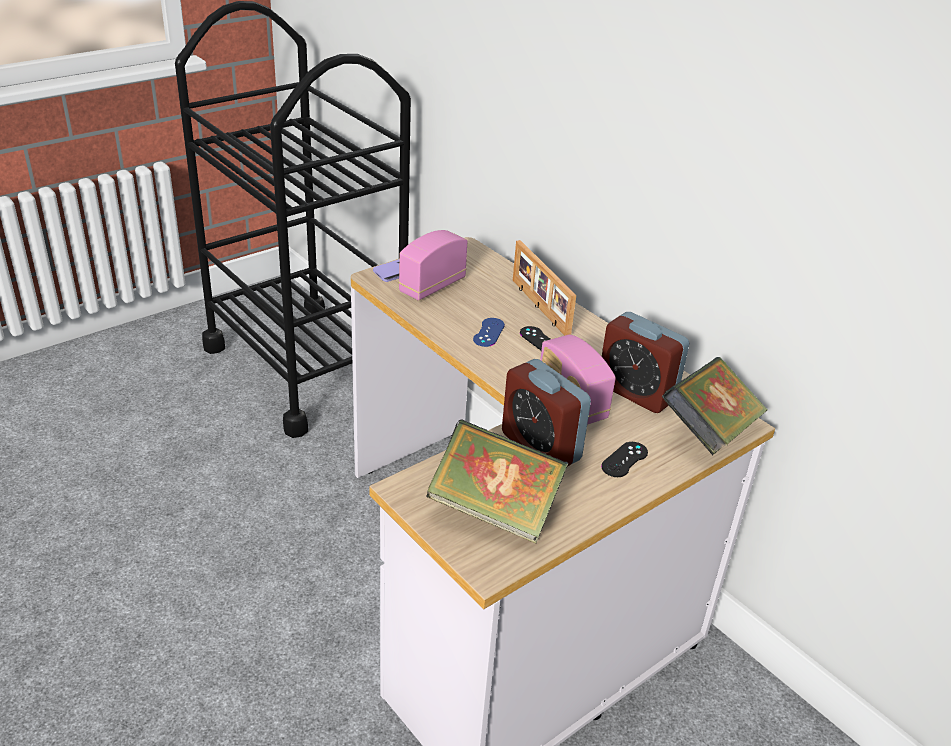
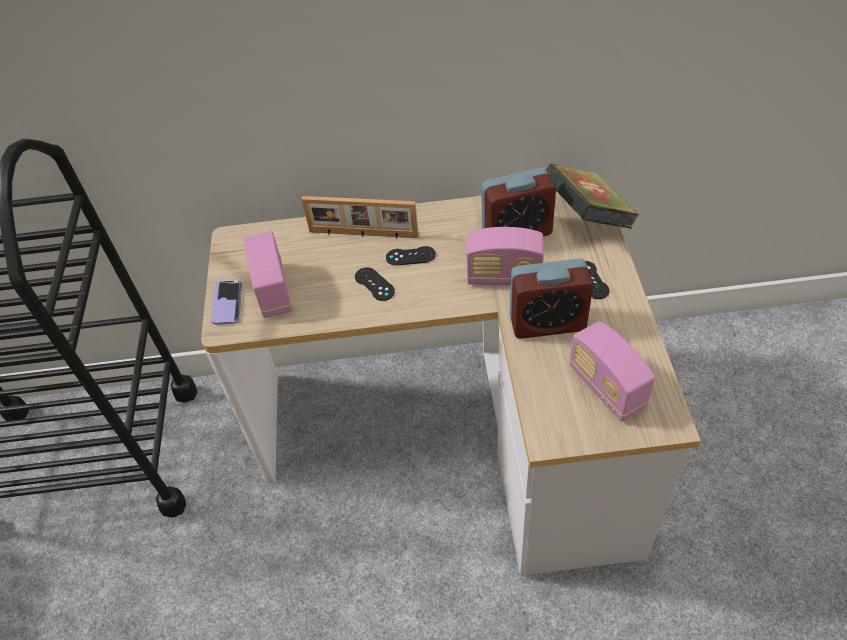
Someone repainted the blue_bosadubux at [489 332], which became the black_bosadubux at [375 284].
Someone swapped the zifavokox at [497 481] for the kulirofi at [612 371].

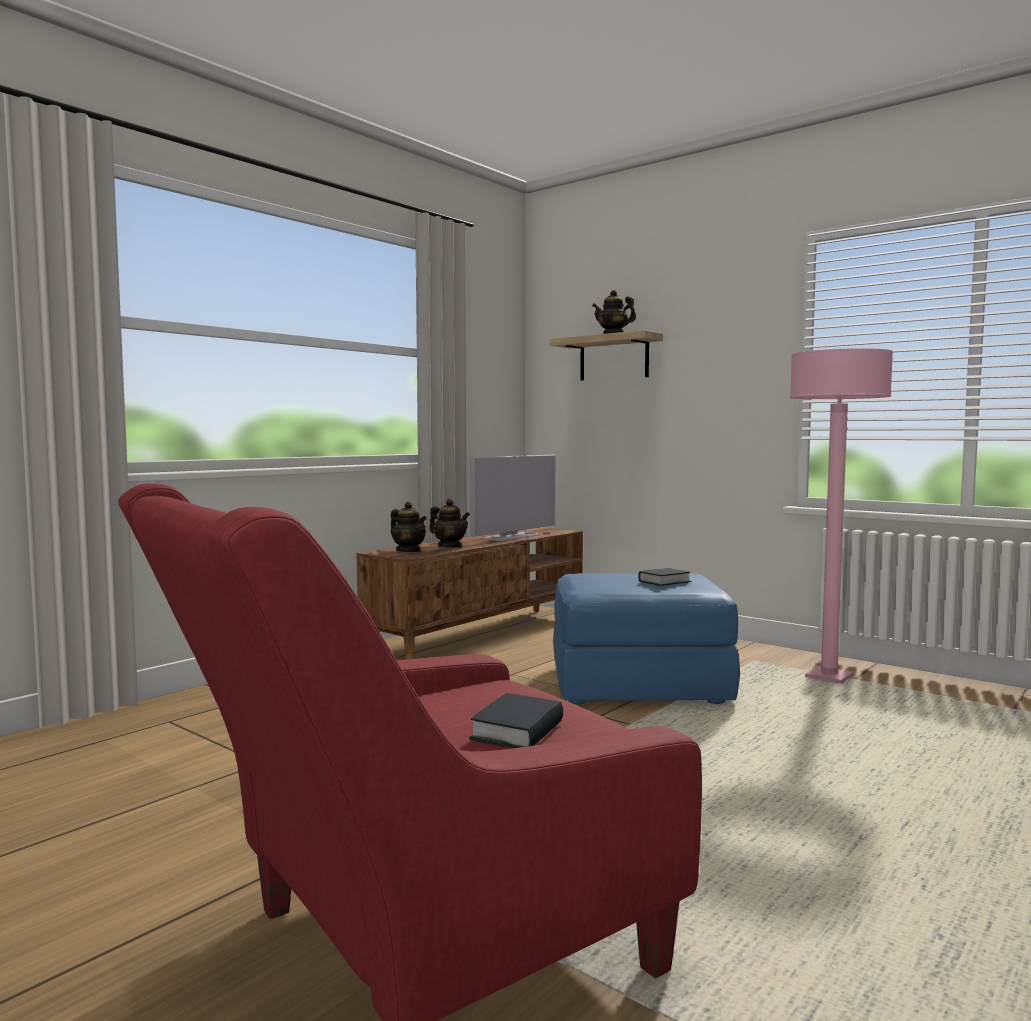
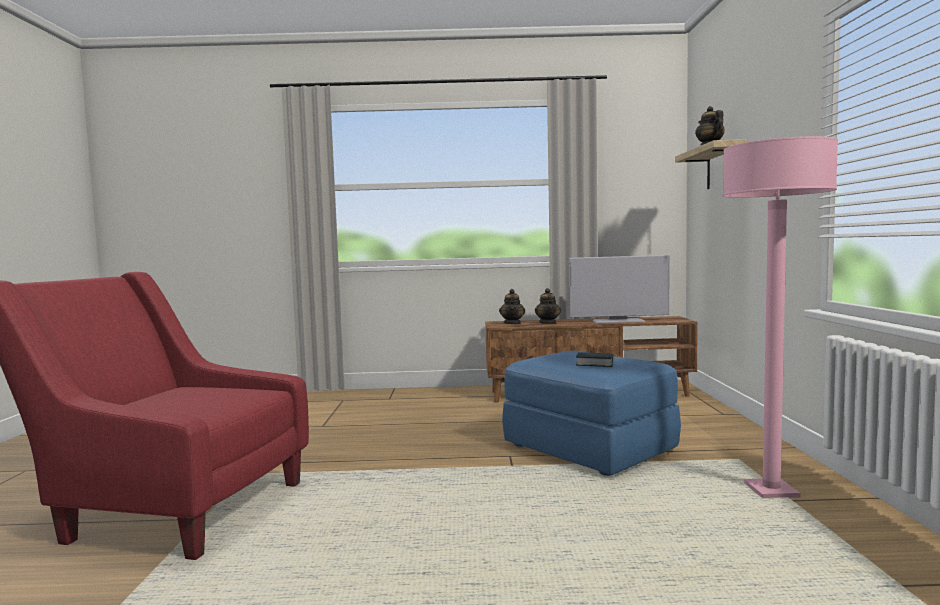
Someone took away the zifavokox at [516 720].

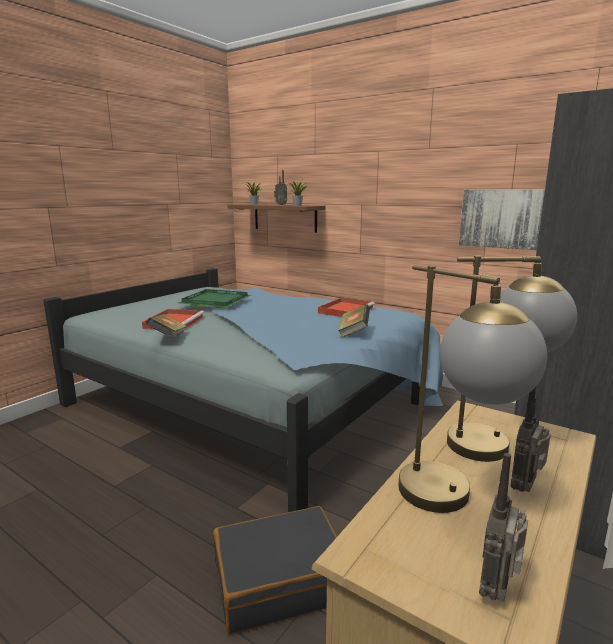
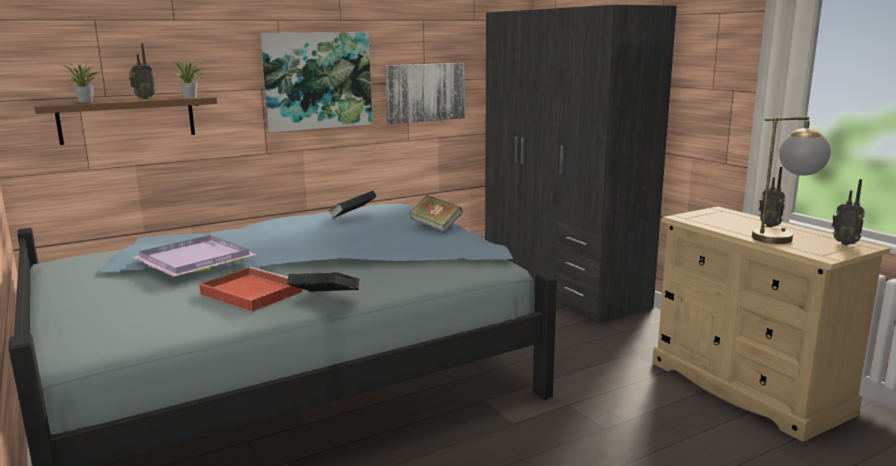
Someone took away the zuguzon at [512 358].
Someone repainted the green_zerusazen at [214 298], which became the purple_zerusazen at [195 256].
Someone swapped the red_zerusazen at [346 307] for the zifavokox at [352 205].
Someone took away the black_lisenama at [275 570].
Someone put up the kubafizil at [316 82].

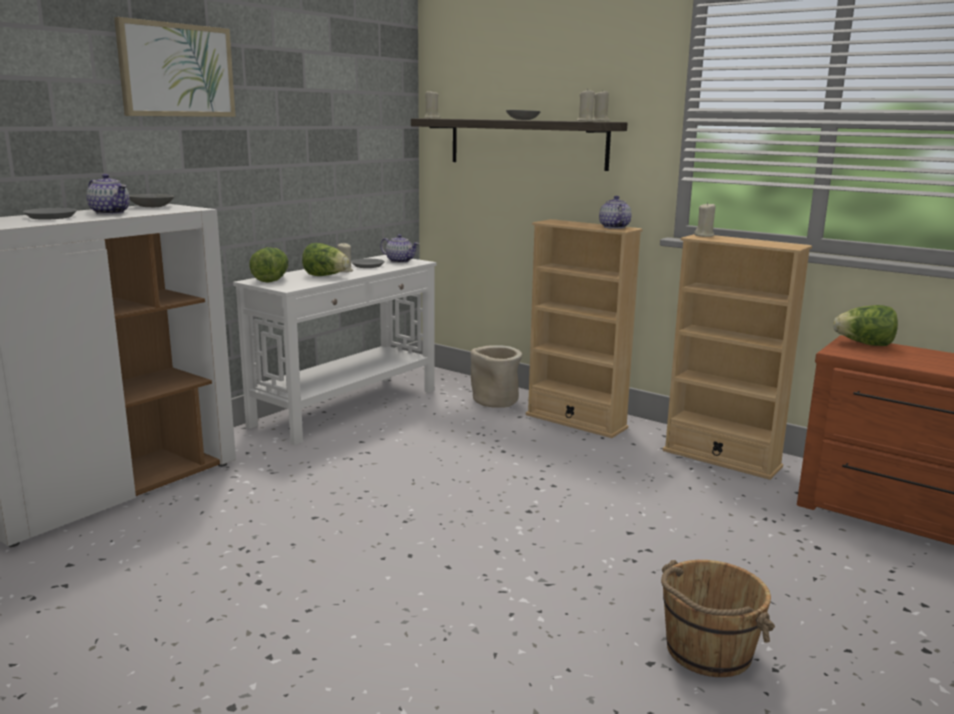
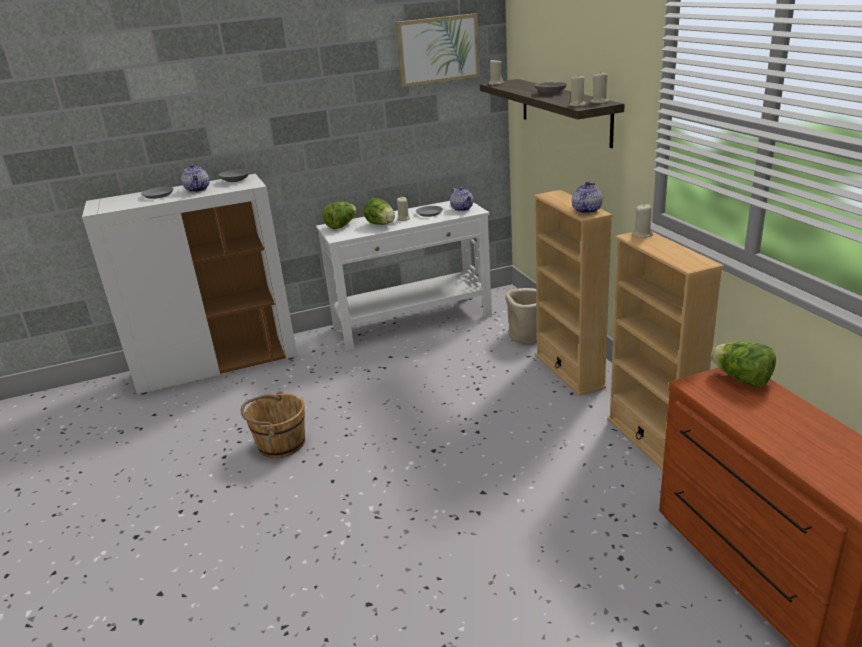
Someone carried the kubafizil from [175 67] to [437 50].
Someone carried the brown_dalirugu from [718 618] to [273 424].

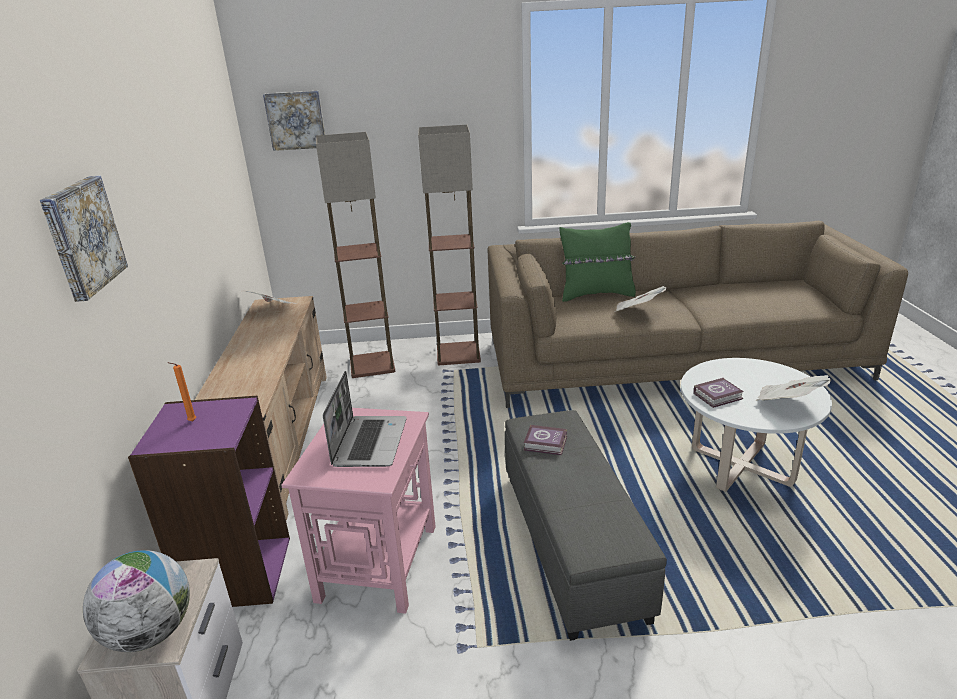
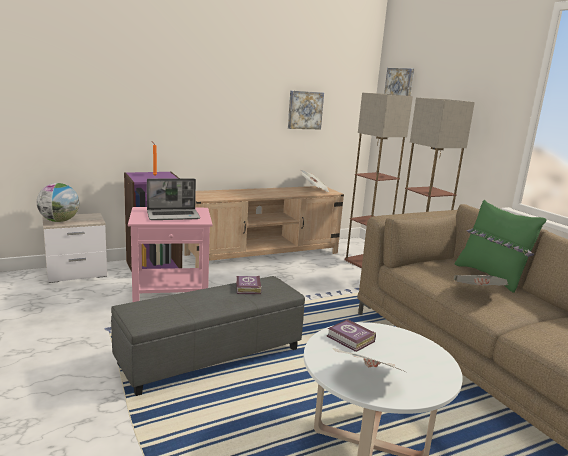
Someone carried the kubafizil from [84 239] to [306 110].

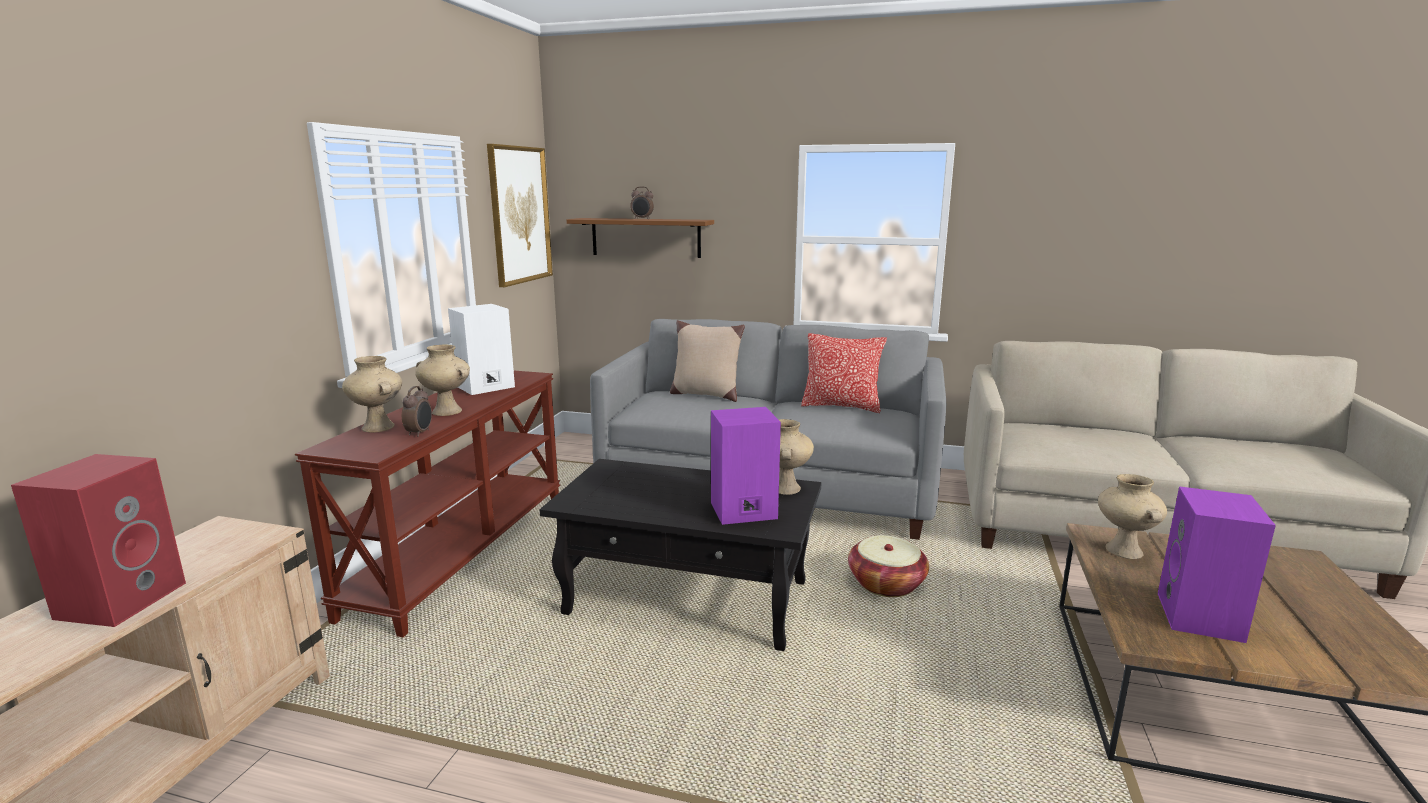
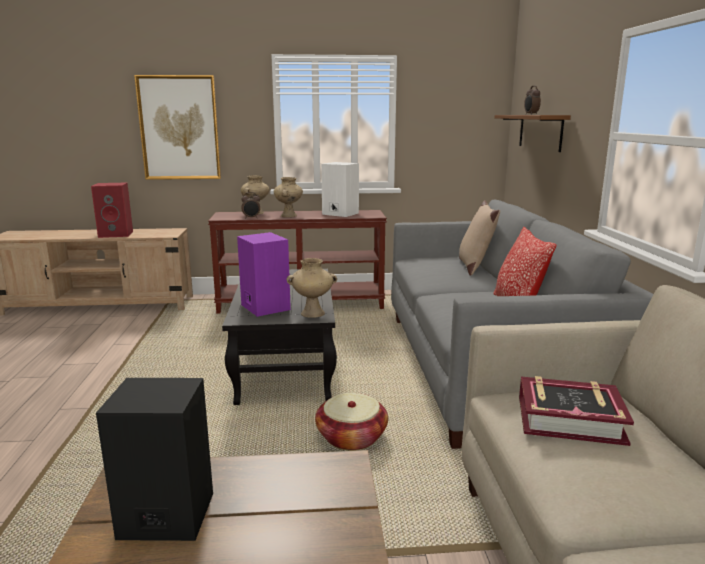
Someone carried the kubafizil from [520 215] to [177 127].
Someone took away the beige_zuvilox at [1132 516].
Someone repainted the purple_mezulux at [1217 564], which became the black_mezulux at [154 459].
Someone put down the zifavokox at [576 411].

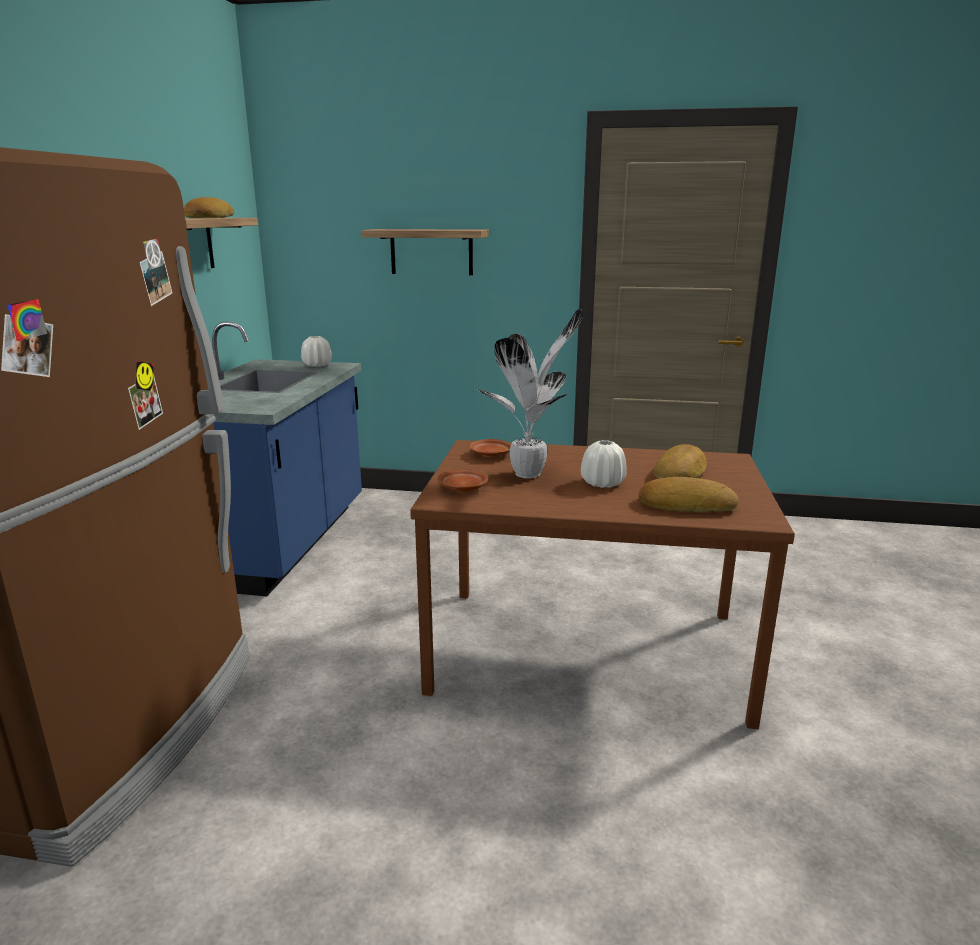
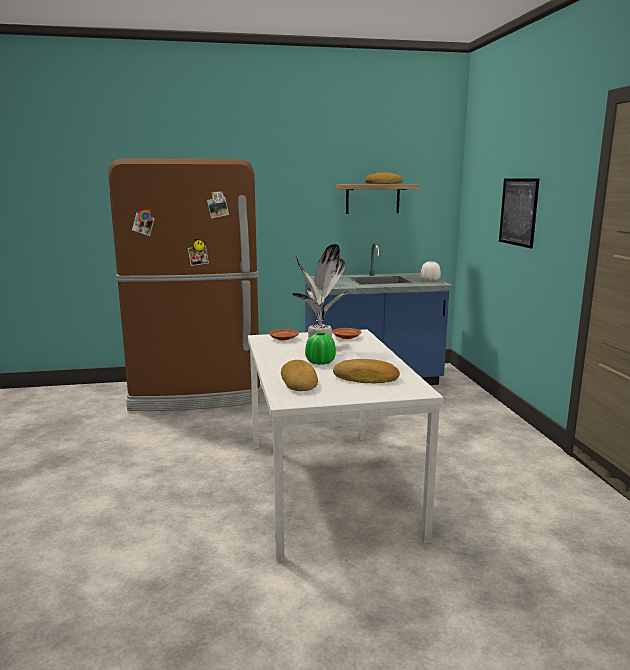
Someone swapped the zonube at [425 252] for the kubafizil at [519 214].
Someone repainted the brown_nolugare at [602 584], which became the white_nolugare at [345 445].
Someone repainted the white_zuvilox at [604 464], which became the green_zuvilox at [320 349].

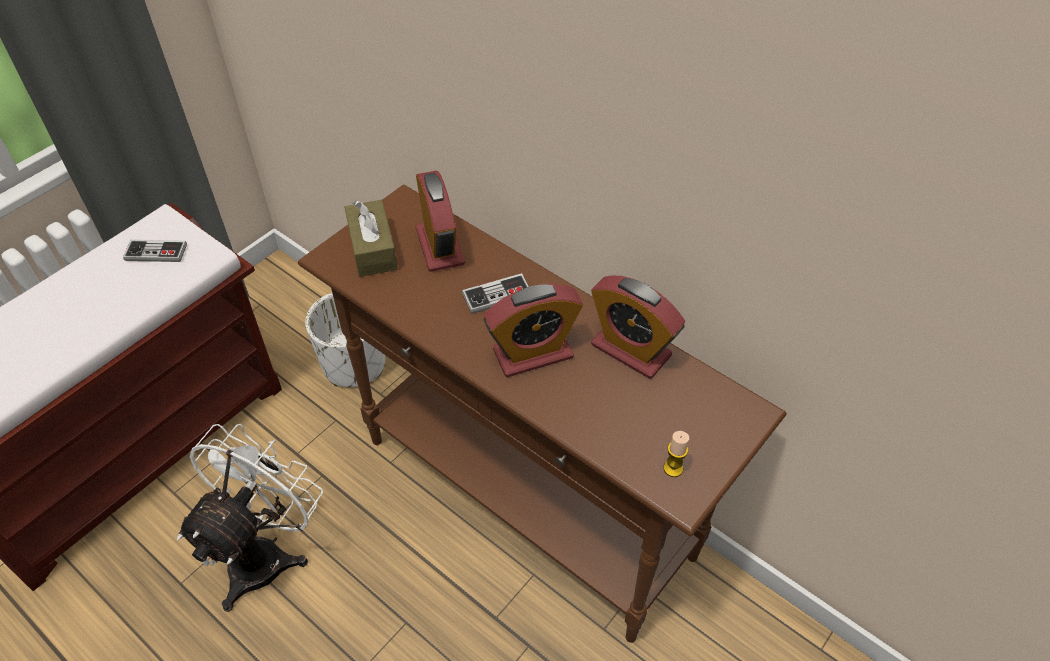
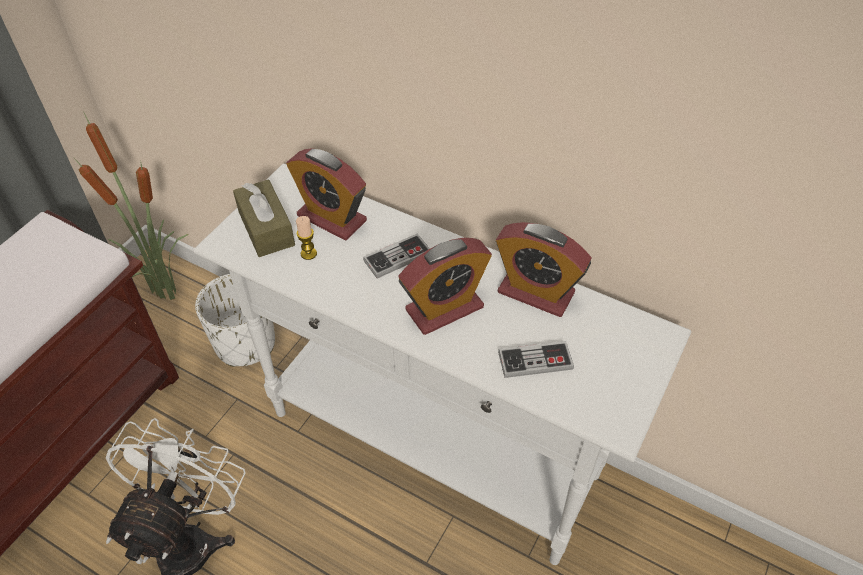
Someone rotated the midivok at [440 221] by 150 degrees clockwise.
Someone repainted the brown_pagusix at [542 414], which became the white_pagusix at [442 364].
Someone carried the bosadubux from [155 251] to [536 359].
Someone carried the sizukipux from [676 454] to [306 238].
Someone put down the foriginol at [131 206].

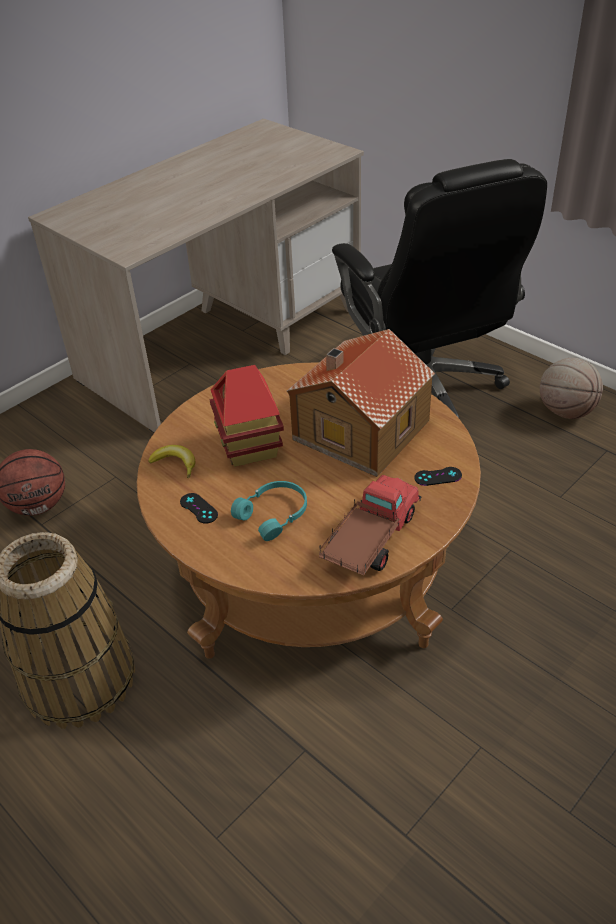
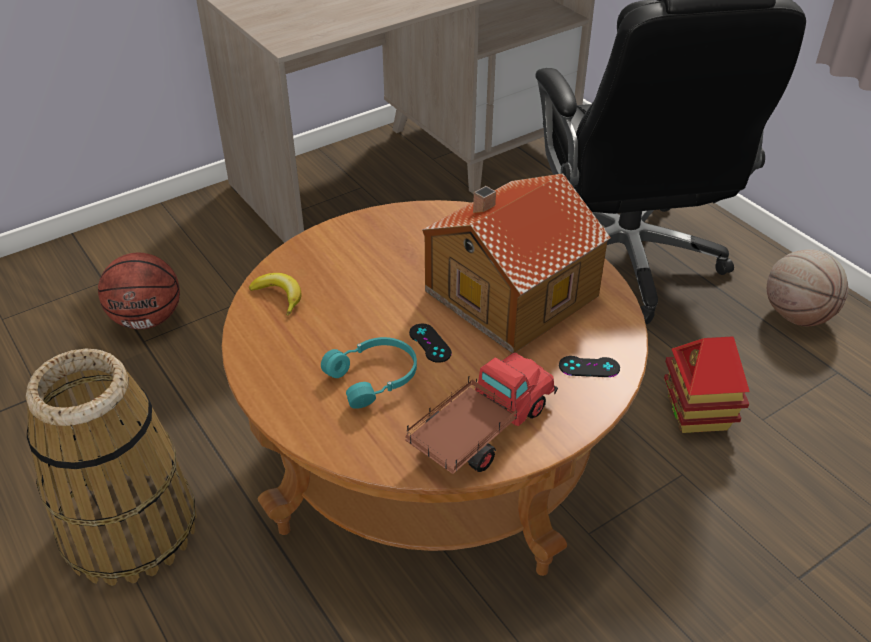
Someone carried the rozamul from [247 416] to [707 384].
Someone carried the black_bosadubux from [199 508] to [430 343].

